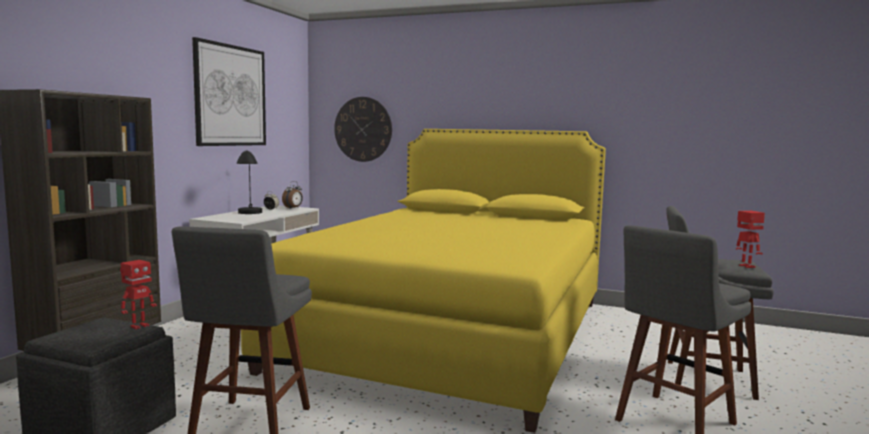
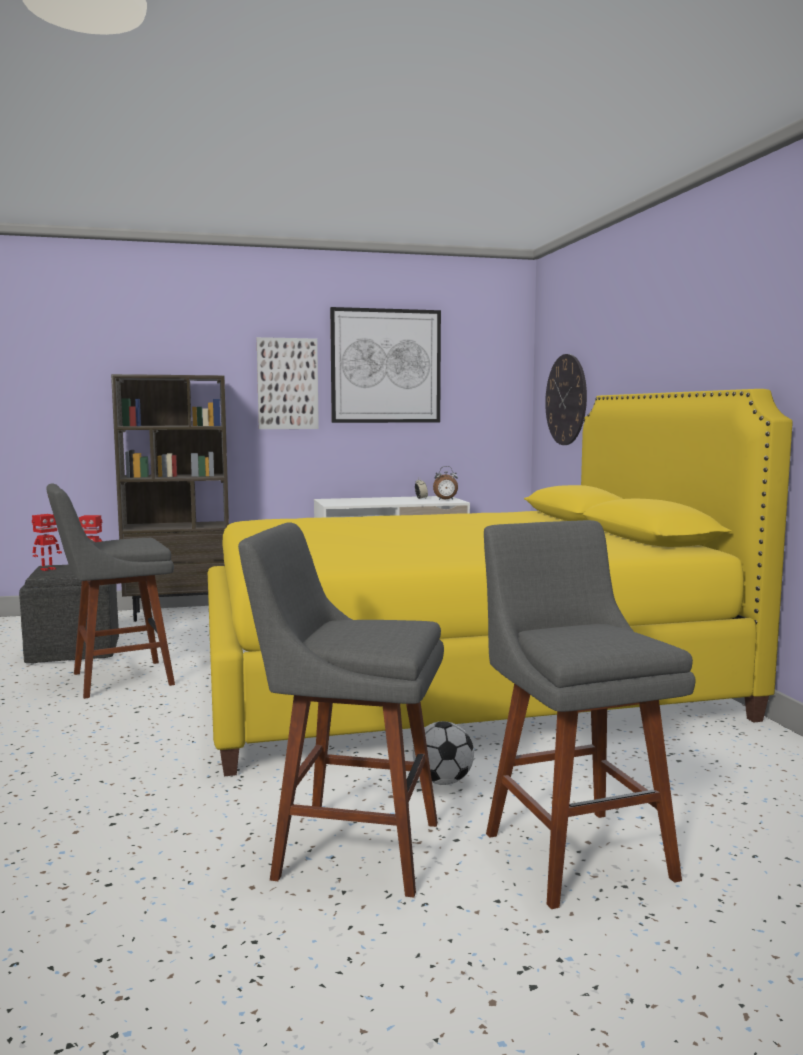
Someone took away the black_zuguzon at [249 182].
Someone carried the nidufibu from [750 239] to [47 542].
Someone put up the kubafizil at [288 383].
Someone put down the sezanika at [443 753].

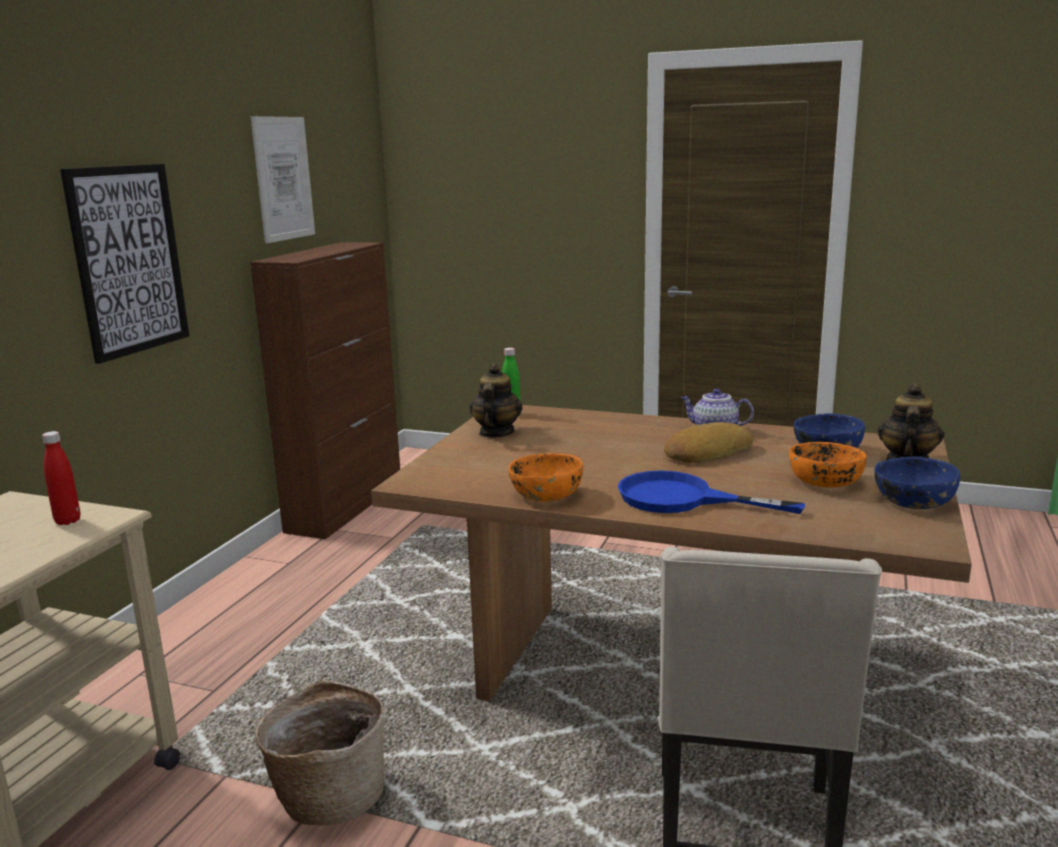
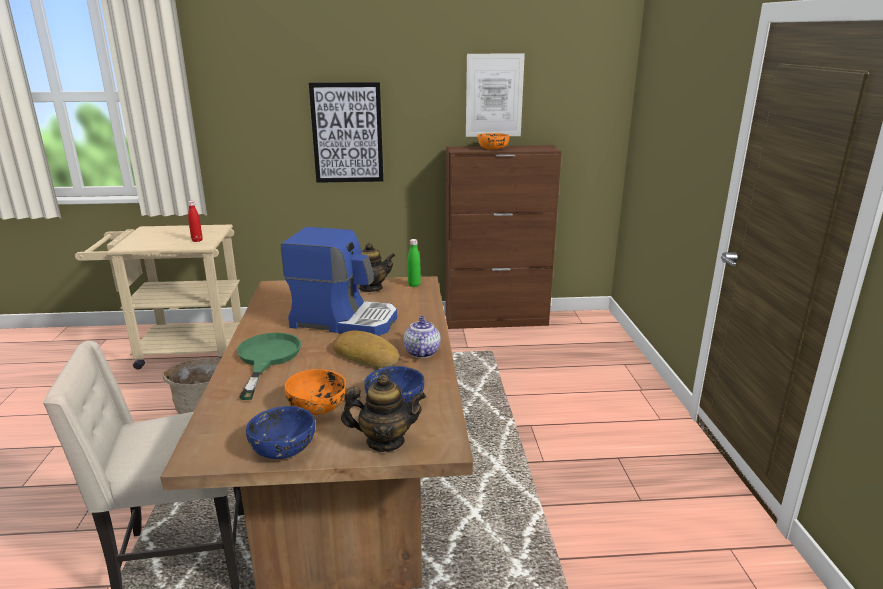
Someone carried the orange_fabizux from [546 477] to [493 141].
Someone repainted the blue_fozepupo at [711 492], which became the green_fozepupo at [269 366].
Someone put down the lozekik at [339 281].

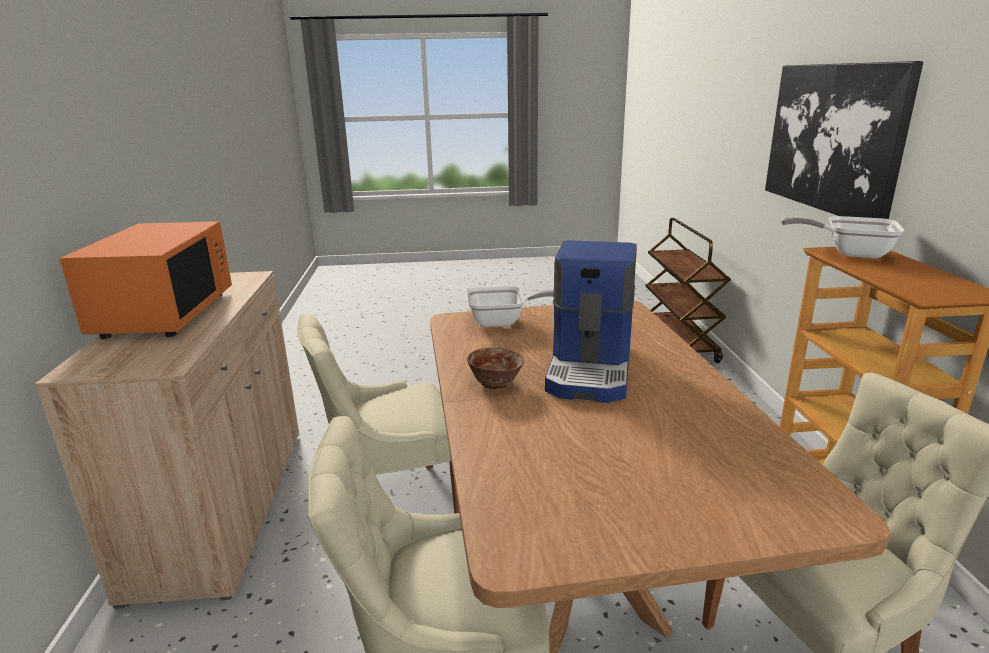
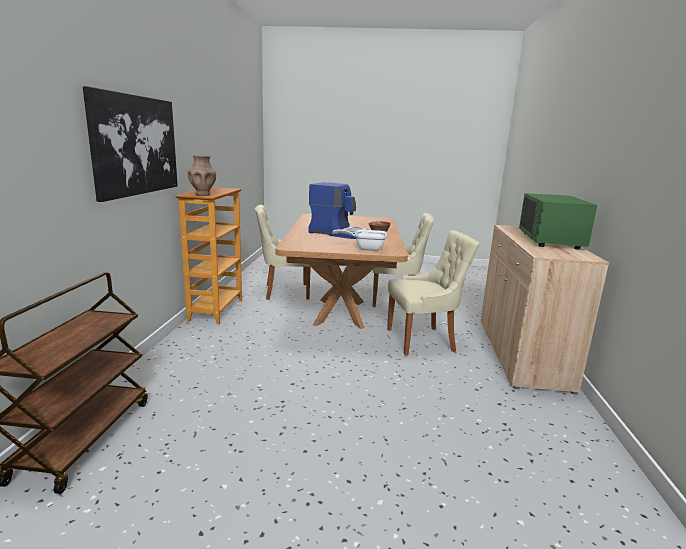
Someone swapped the fozepupo at [843 237] for the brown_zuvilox at [202 175].
Someone repainted the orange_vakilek at [145 280], which became the green_vakilek at [558 221].
Someone rotated the lozekik at [591 321] by 90 degrees clockwise.

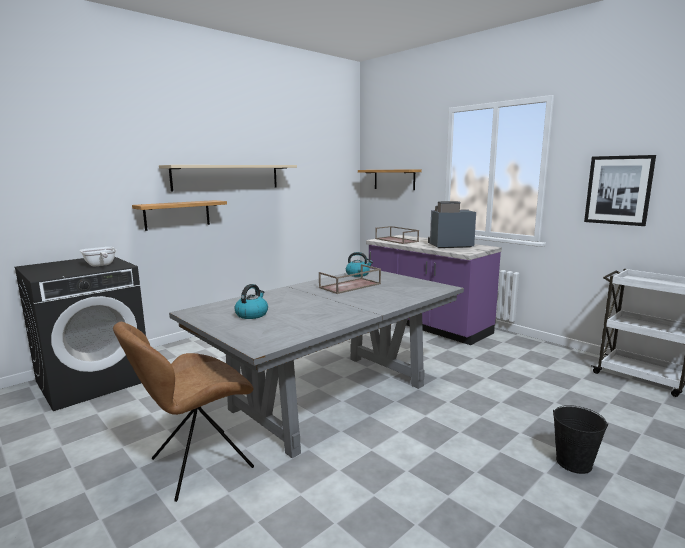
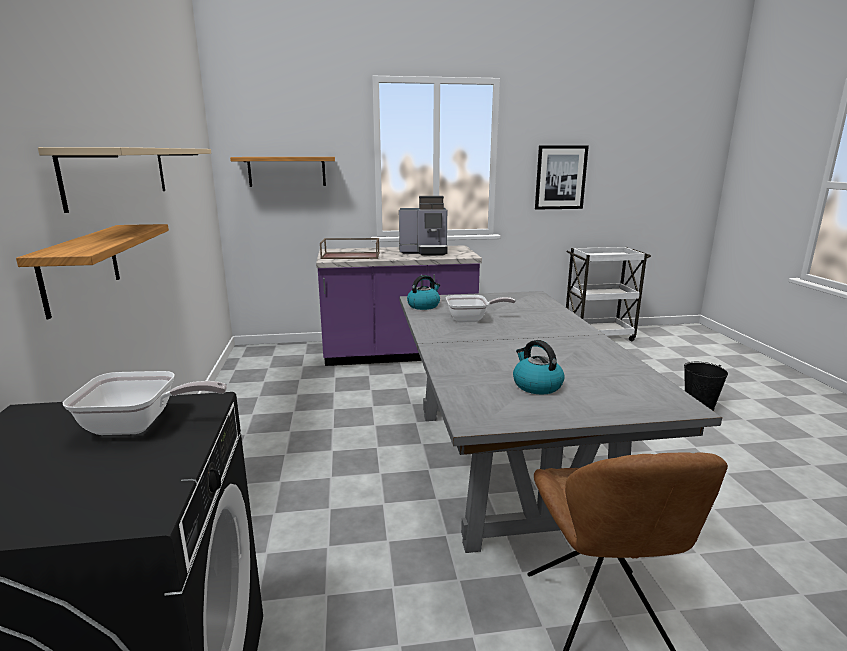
Someone rotated the lozekik at [452 224] by 120 degrees counterclockwise.
Someone swapped the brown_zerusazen at [350 279] for the fozepupo at [481 308].

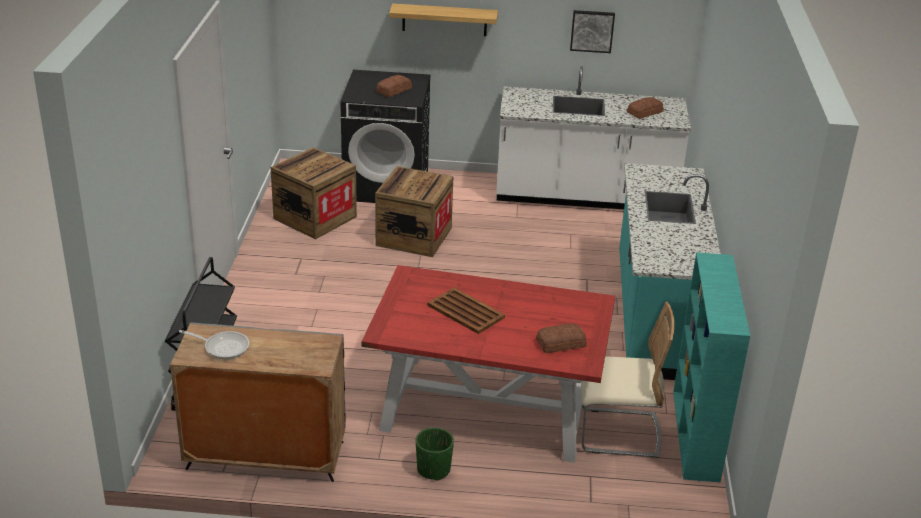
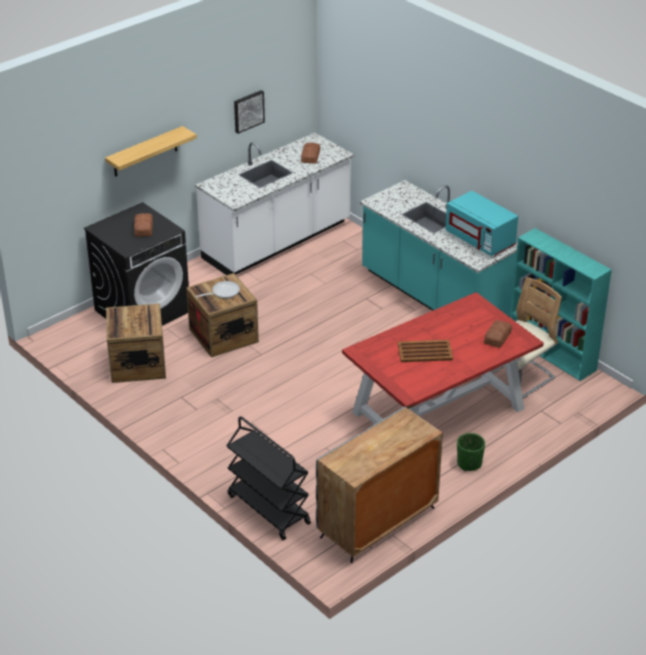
Someone carried the fozepupo from [214 344] to [218 290].
Someone put down the turquoise_vakilek at [481 223].

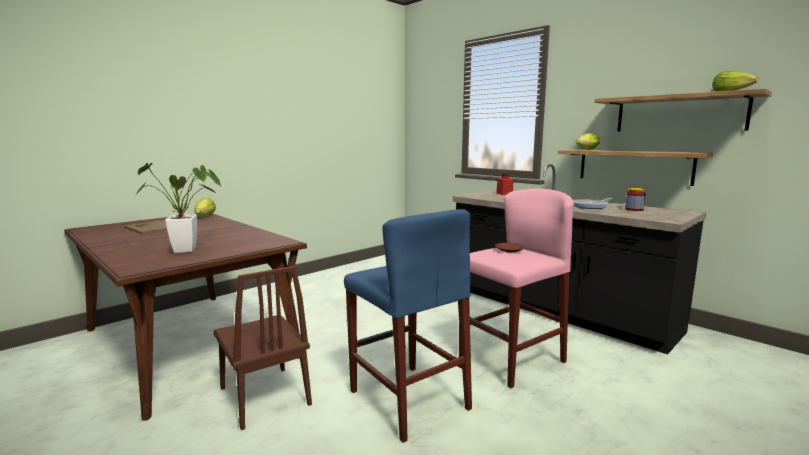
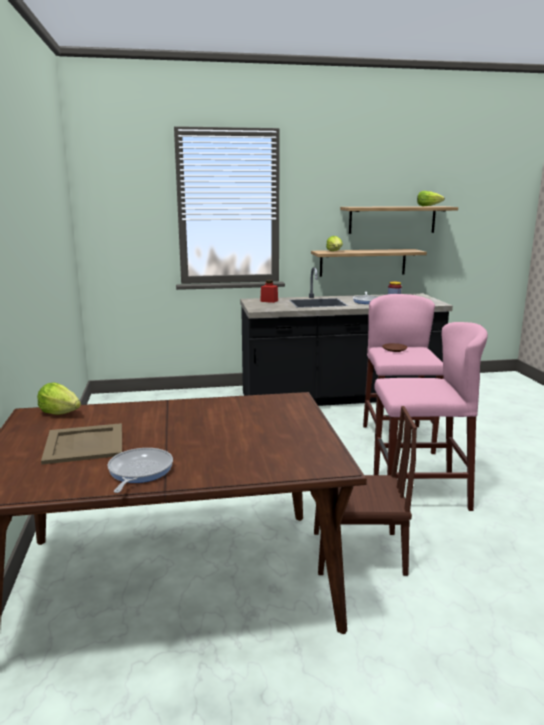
Someone took away the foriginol at [178 208].
Someone repainted the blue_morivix at [408 326], which became the pink_morivix at [431 416].
Someone put down the fozepupo at [140 470].

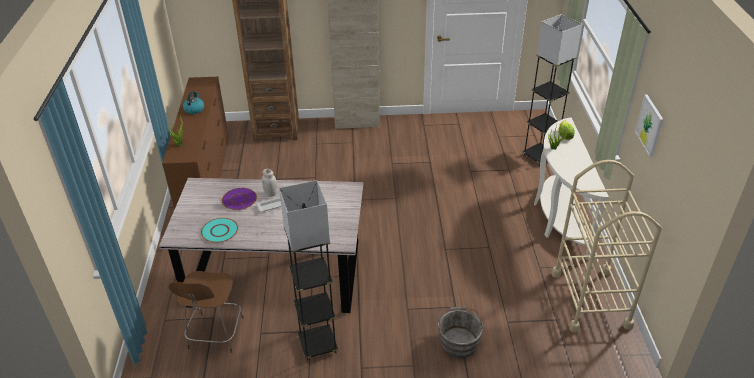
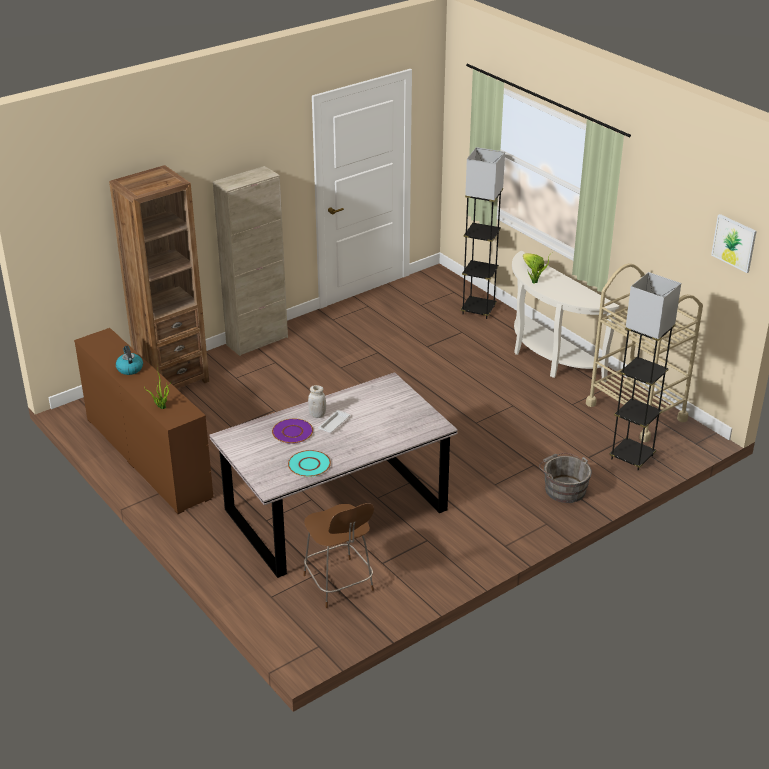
Someone carried the kubafizil from [649 126] to [734 243].
Someone carried the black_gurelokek from [308 270] to [645 371].

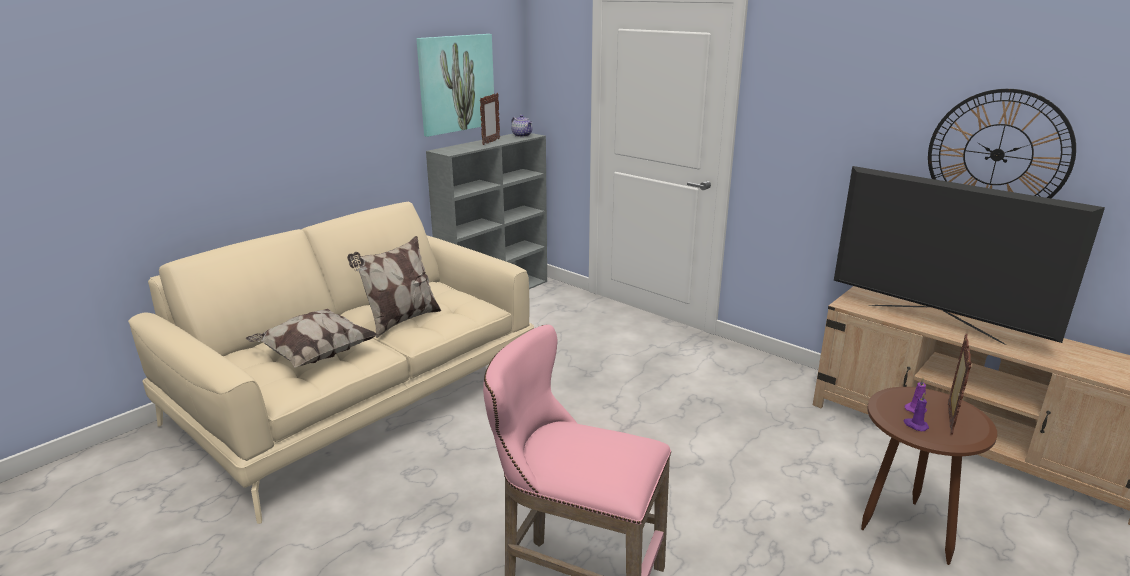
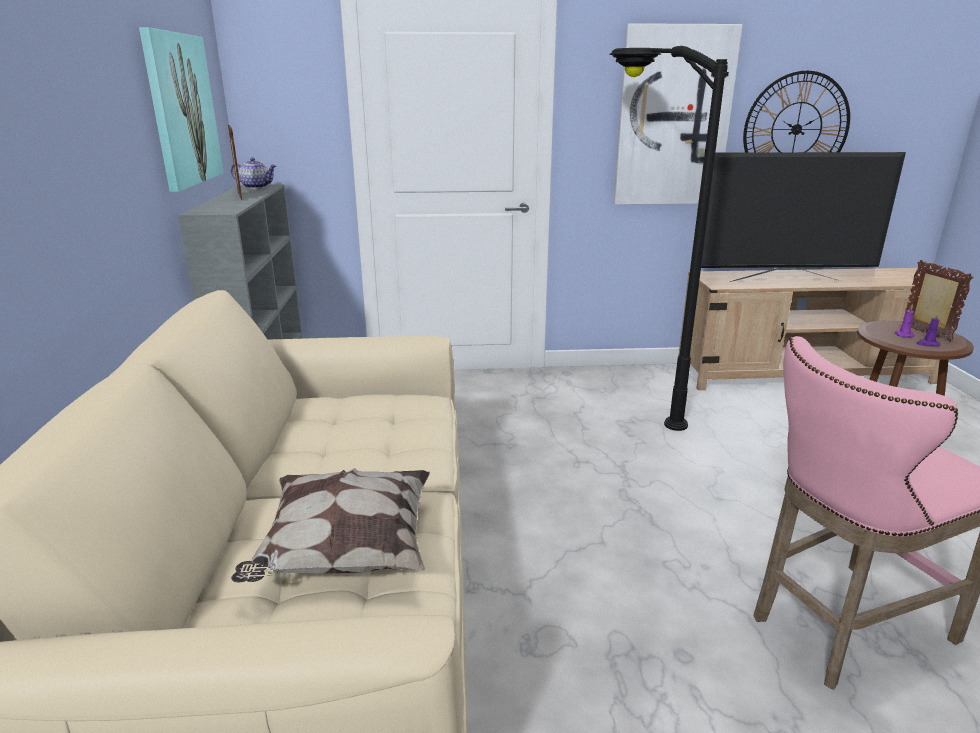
Someone took away the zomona at [394 287].
Someone put up the kubafizil at [678 114].
Someone put down the black_gurelokek at [669 238].

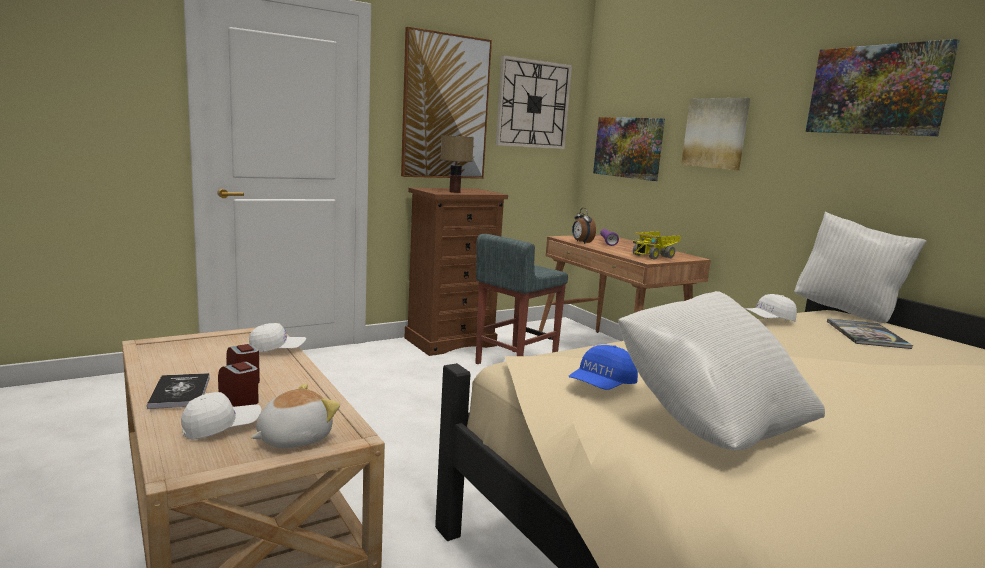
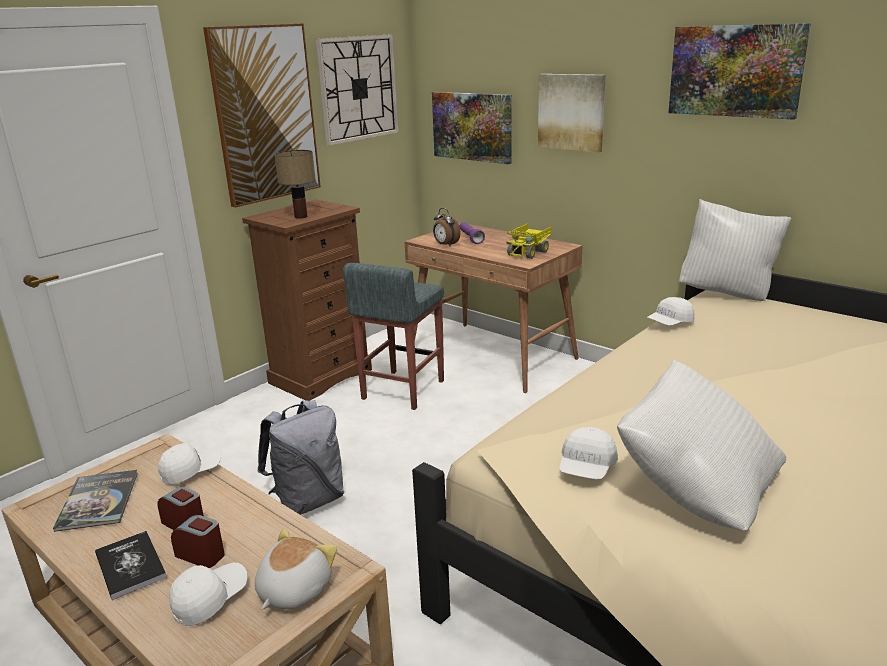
Someone carried the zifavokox from [870 333] to [95 501].
Someone repainted the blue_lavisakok at [603 367], which became the white_lavisakok at [588 453].
Someone put down the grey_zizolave at [300 457].

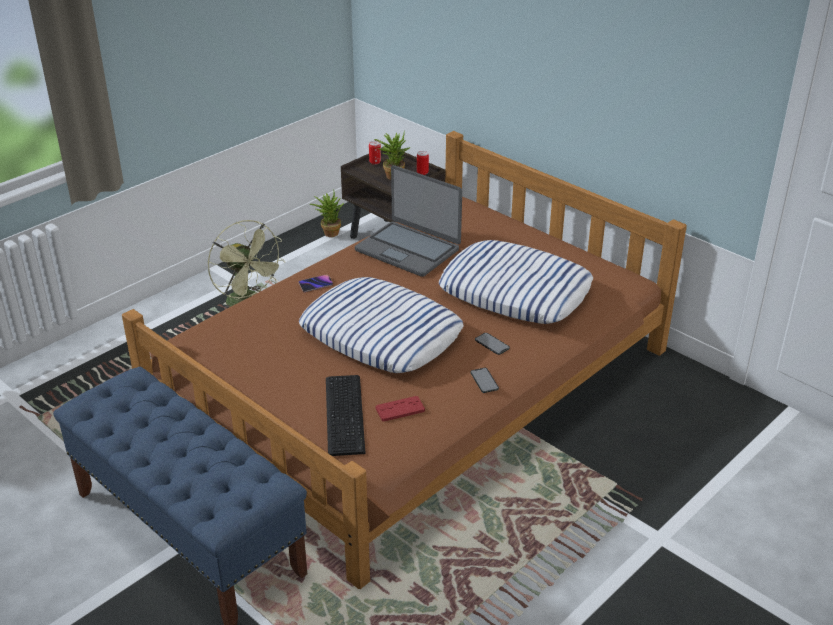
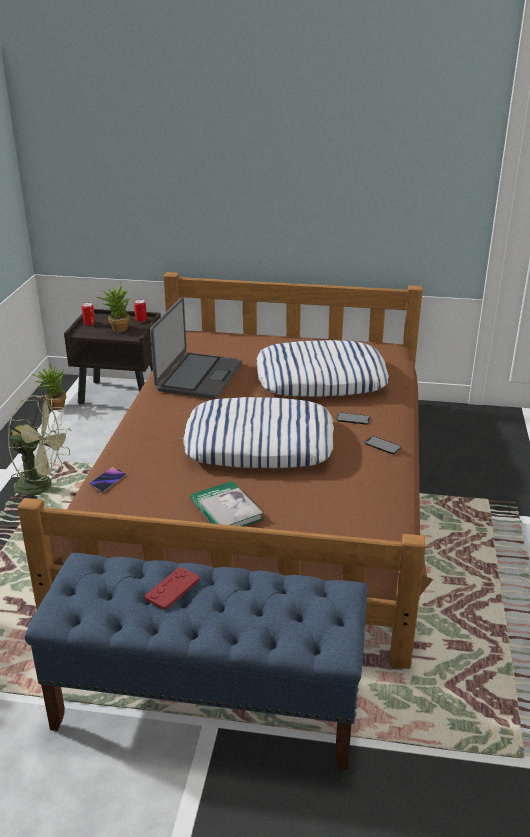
Someone rotated the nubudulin at [408 221] by 75 degrees counterclockwise.
Someone carried the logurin from [316 283] to [108 480].
Someone took away the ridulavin at [345 415].
Someone carried the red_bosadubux from [400 409] to [172 588].
Someone put down the zifavokox at [226 504].

